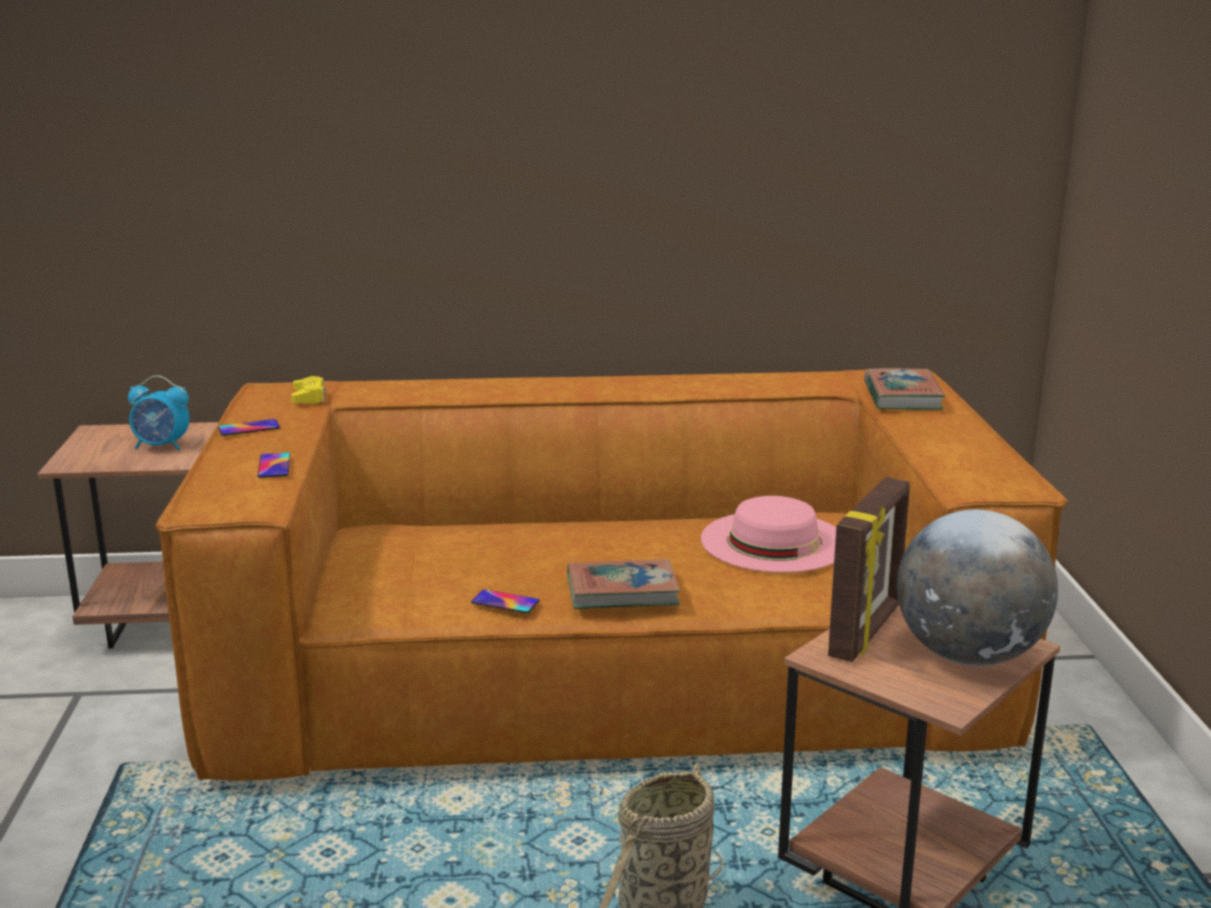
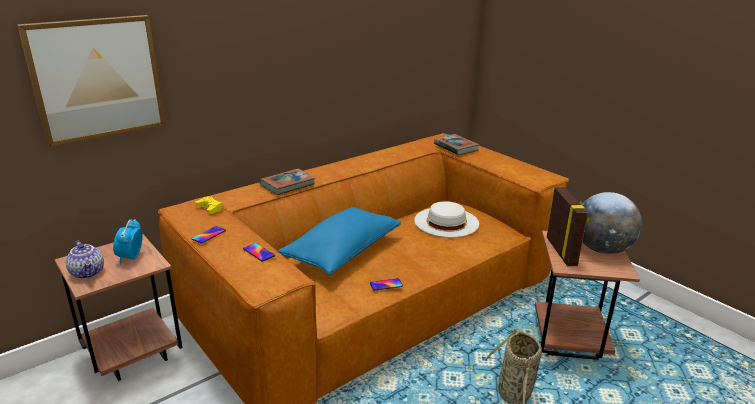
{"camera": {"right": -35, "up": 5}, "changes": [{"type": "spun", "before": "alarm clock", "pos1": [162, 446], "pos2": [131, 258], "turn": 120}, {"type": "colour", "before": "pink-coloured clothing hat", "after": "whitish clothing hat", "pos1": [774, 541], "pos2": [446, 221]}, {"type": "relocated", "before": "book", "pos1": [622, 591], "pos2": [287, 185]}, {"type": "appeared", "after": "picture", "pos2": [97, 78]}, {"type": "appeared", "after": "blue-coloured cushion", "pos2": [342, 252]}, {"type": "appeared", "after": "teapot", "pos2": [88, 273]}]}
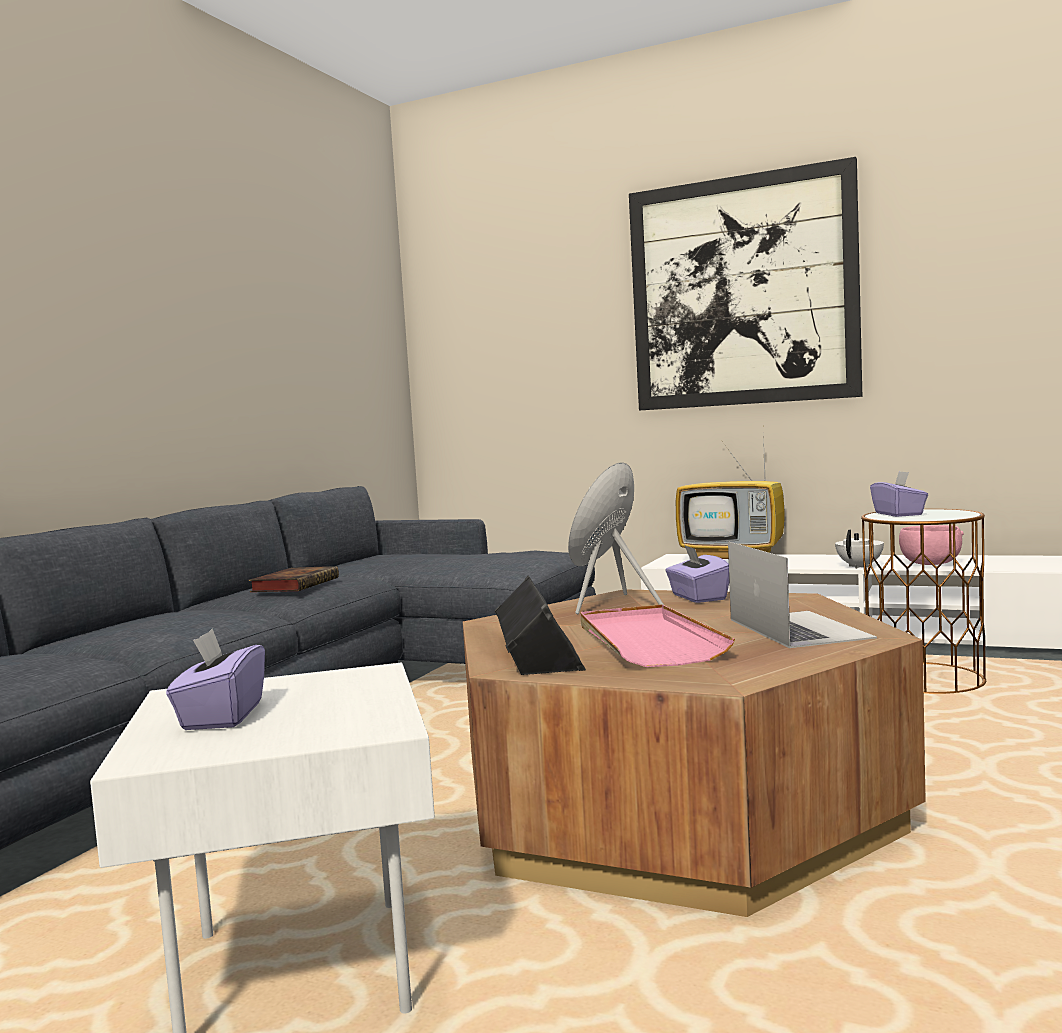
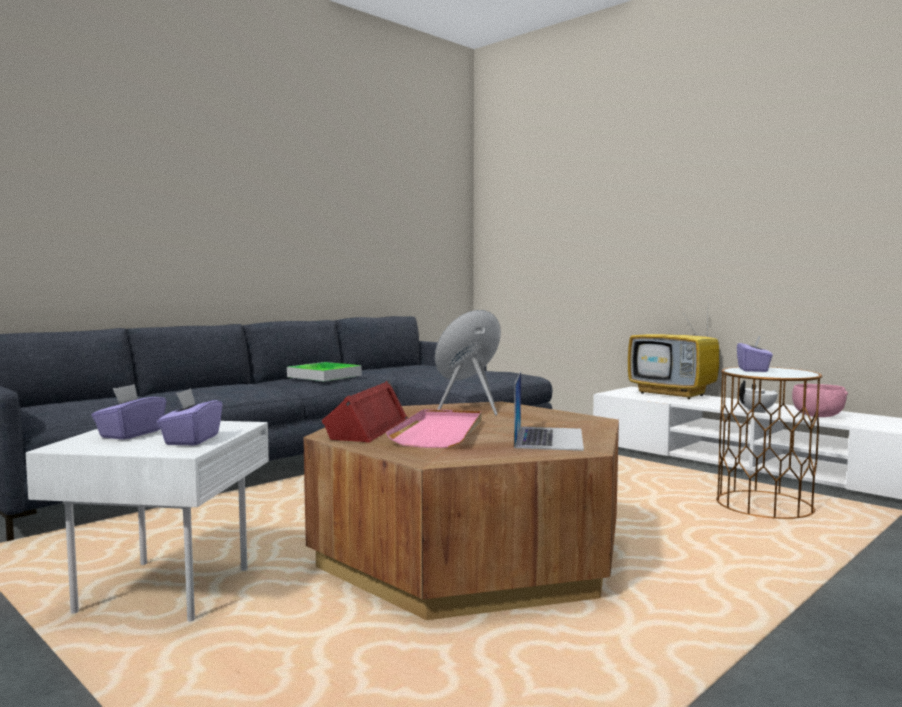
{"camera": {"right": 20, "up": 0}, "changes": [{"type": "missing", "before": "picture", "pos1": [742, 292]}, {"type": "relocated", "before": "purple-coloured tissue holder", "pos1": [698, 597], "pos2": [191, 440]}, {"type": "exchanged", "before": "book", "after": "tray", "pos1": [296, 585], "pos2": [324, 376]}, {"type": "colour", "before": "blackish loudspeaker", "after": "red-coloured loudspeaker", "pos1": [534, 651], "pos2": [366, 428]}]}
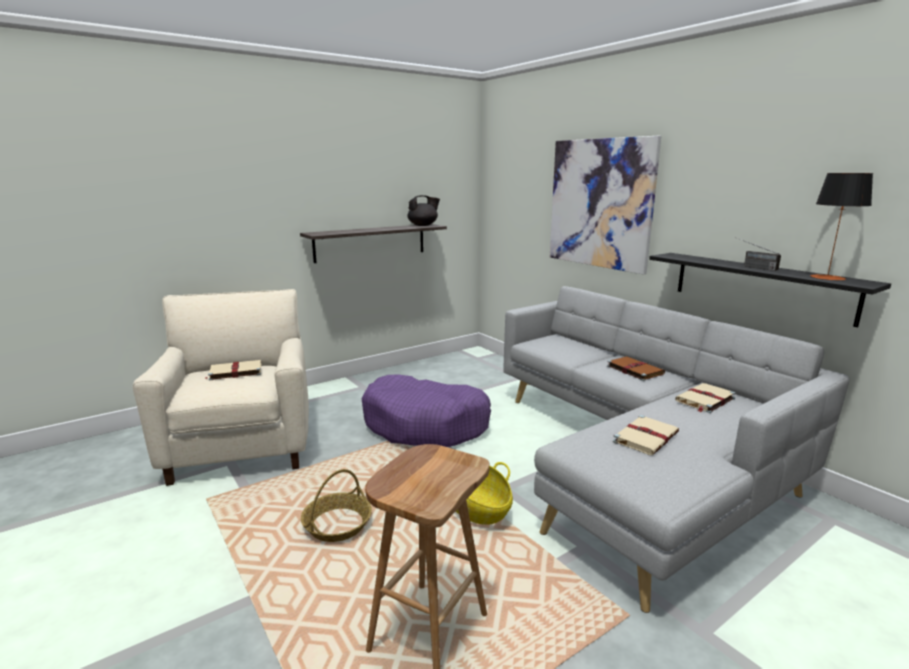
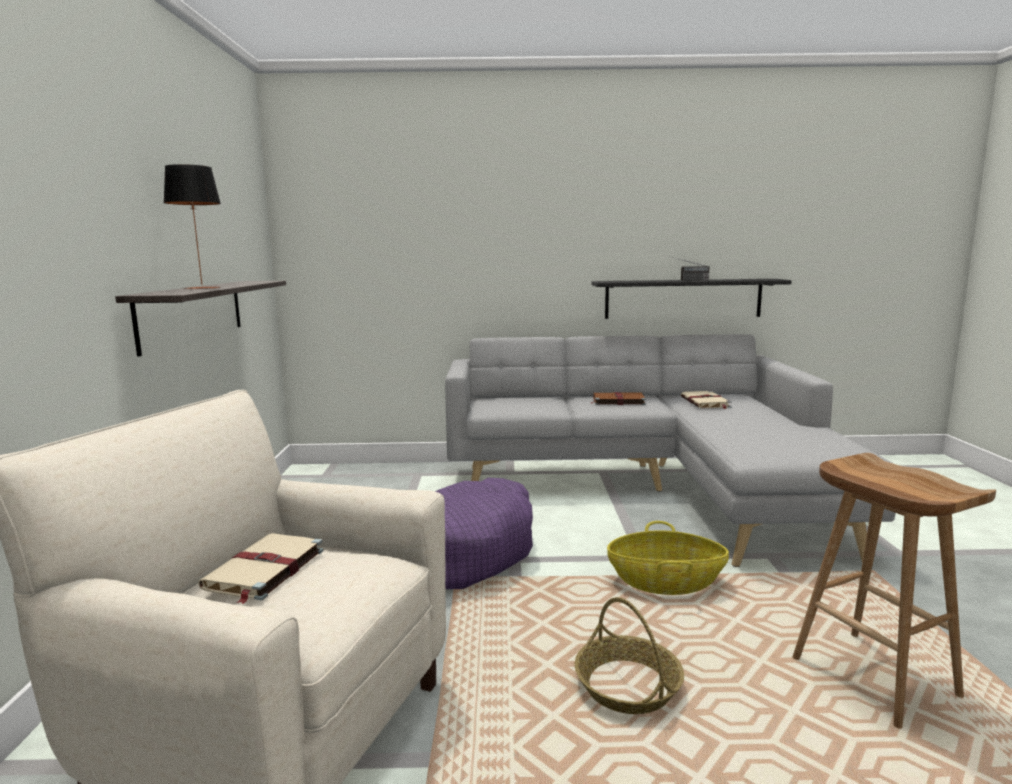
{"camera": {"right": -55, "up": -5}, "changes": [{"type": "missing", "before": "picture", "pos1": [600, 203]}, {"type": "relocated", "before": "tabletop lamp", "pos1": [827, 277], "pos2": [202, 288]}, {"type": "missing", "before": "blackish teapot", "pos1": [423, 225]}, {"type": "missing", "before": "beige-coloured book", "pos1": [646, 437]}]}
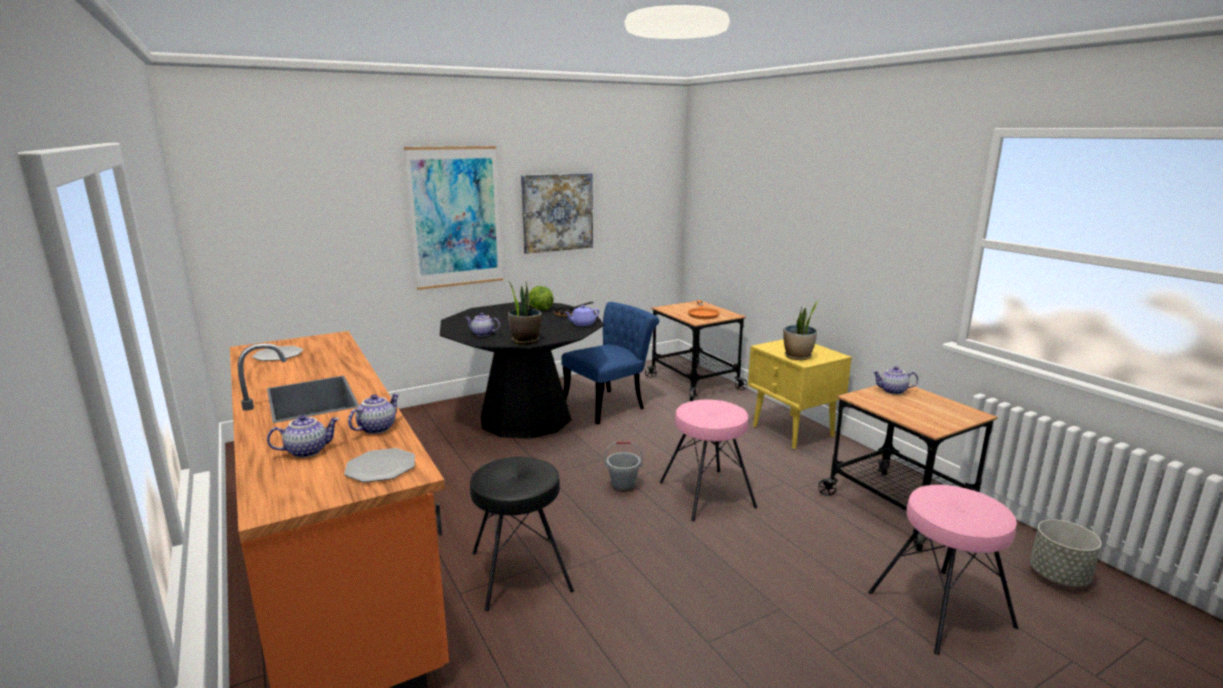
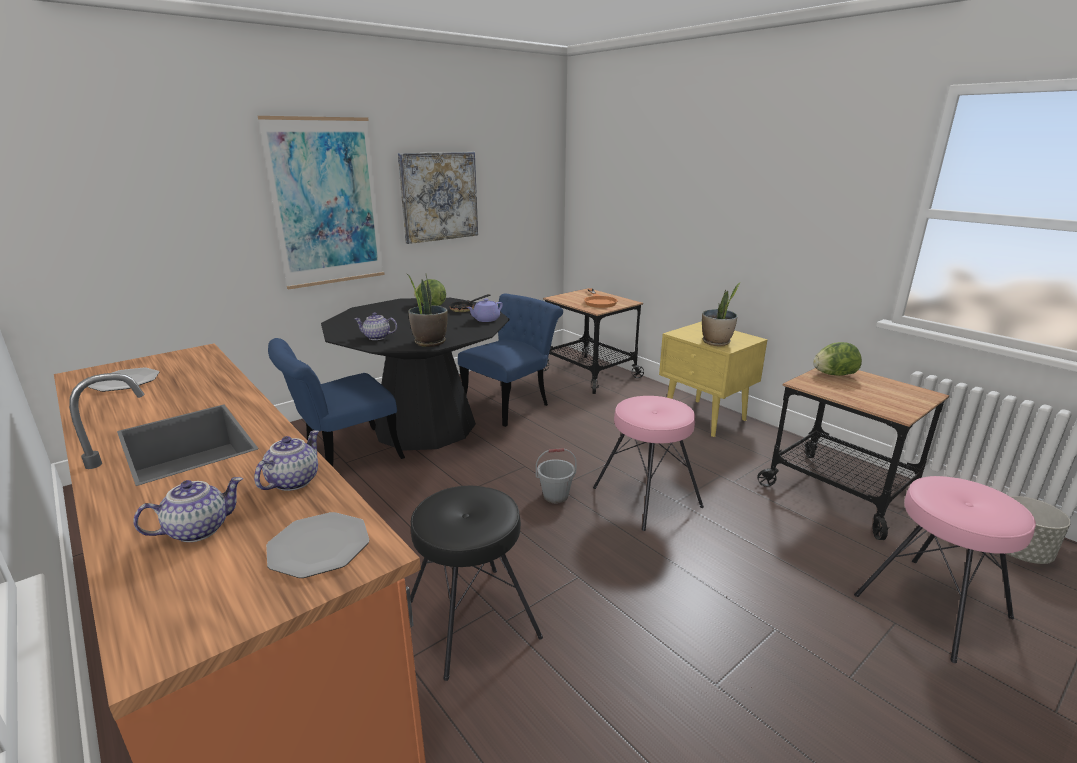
{"camera": {"right": -10, "up": 5}, "changes": [{"type": "exchanged", "before": "teapot", "after": "lettuce", "pos1": [893, 391], "pos2": [833, 374]}, {"type": "appeared", "after": "blue-coloured plain chair", "pos2": [342, 456]}]}
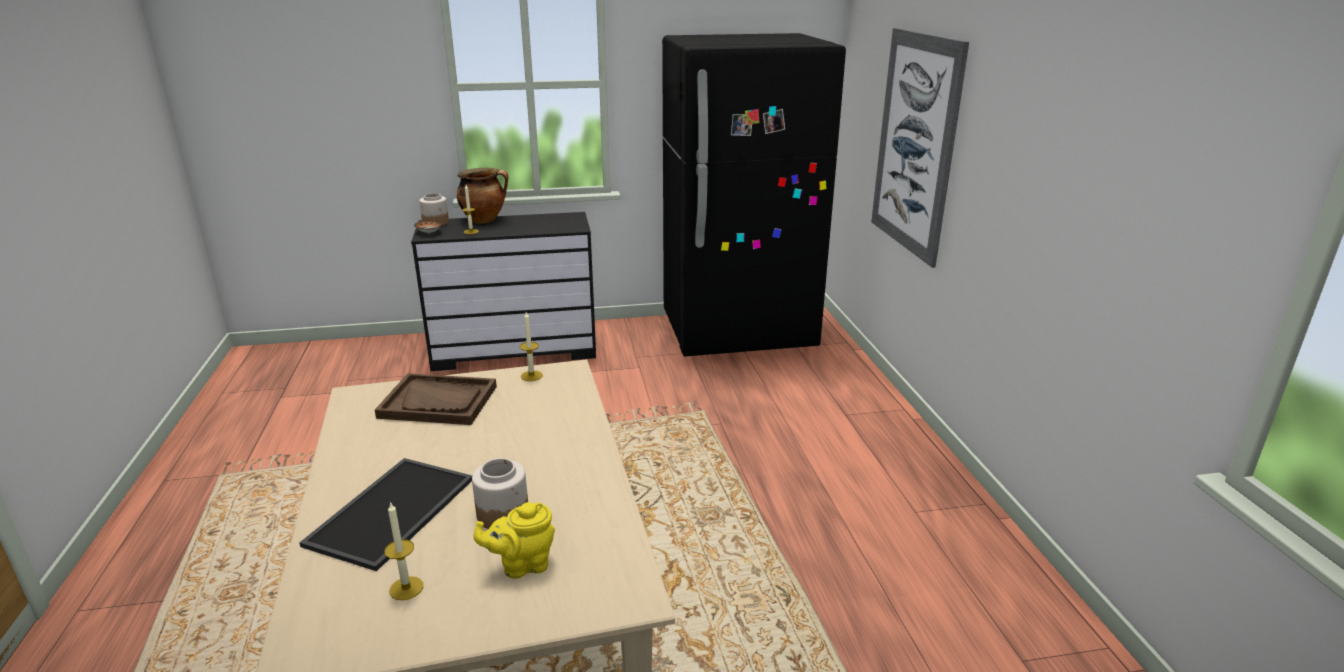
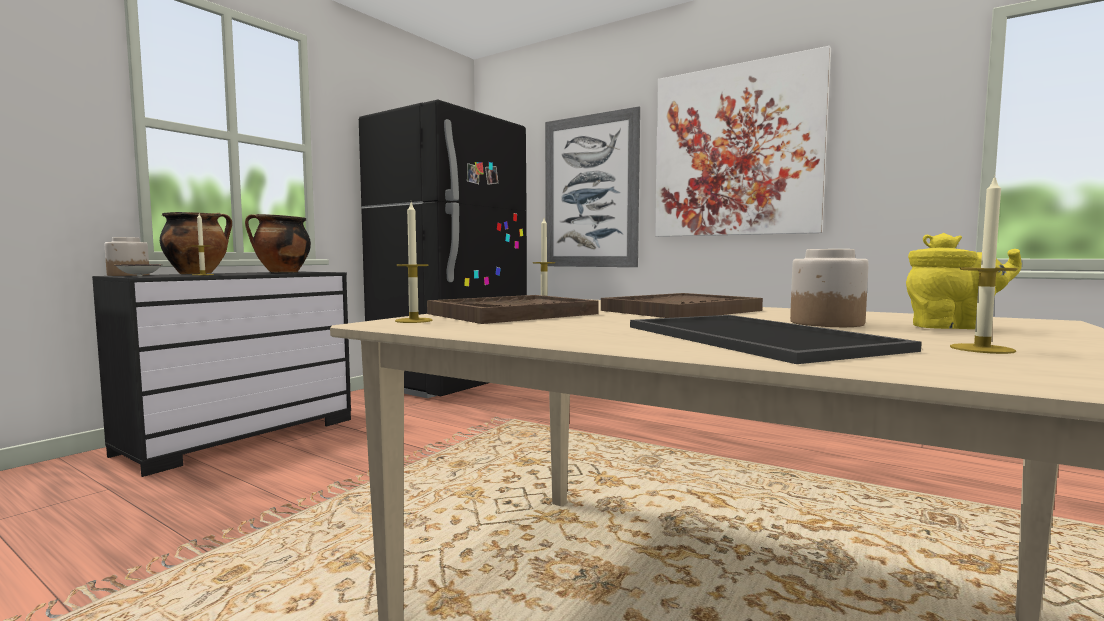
{"camera": {"right": -45, "up": -20}, "changes": [{"type": "spun", "before": "yellowish teapot", "pos1": [522, 565], "pos2": [953, 328], "turn": -105}, {"type": "appeared", "after": "picture", "pos2": [736, 151]}, {"type": "appeared", "after": "wax candle", "pos2": [413, 320]}, {"type": "appeared", "after": "cooking pot", "pos2": [281, 272]}, {"type": "appeared", "after": "brownish tray", "pos2": [681, 310]}]}
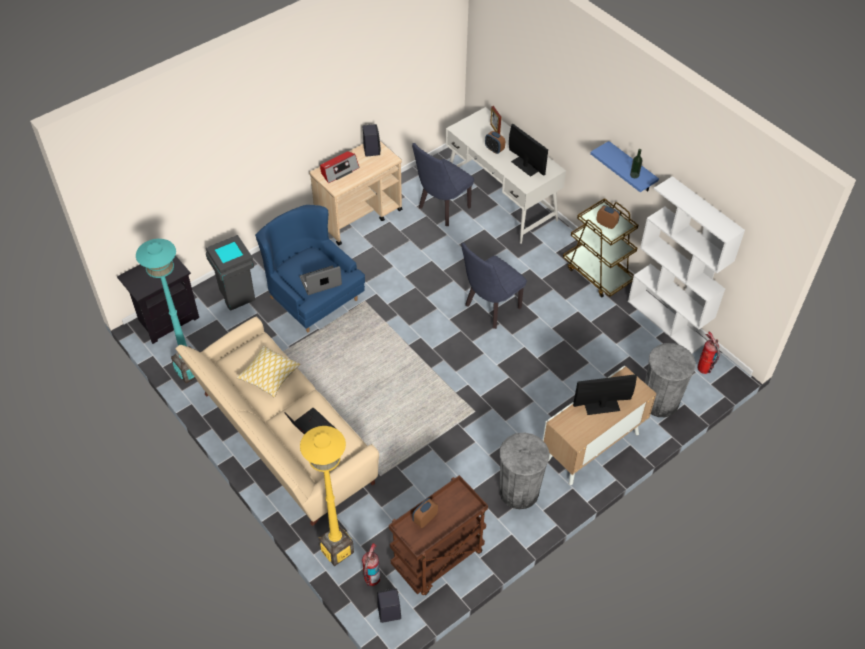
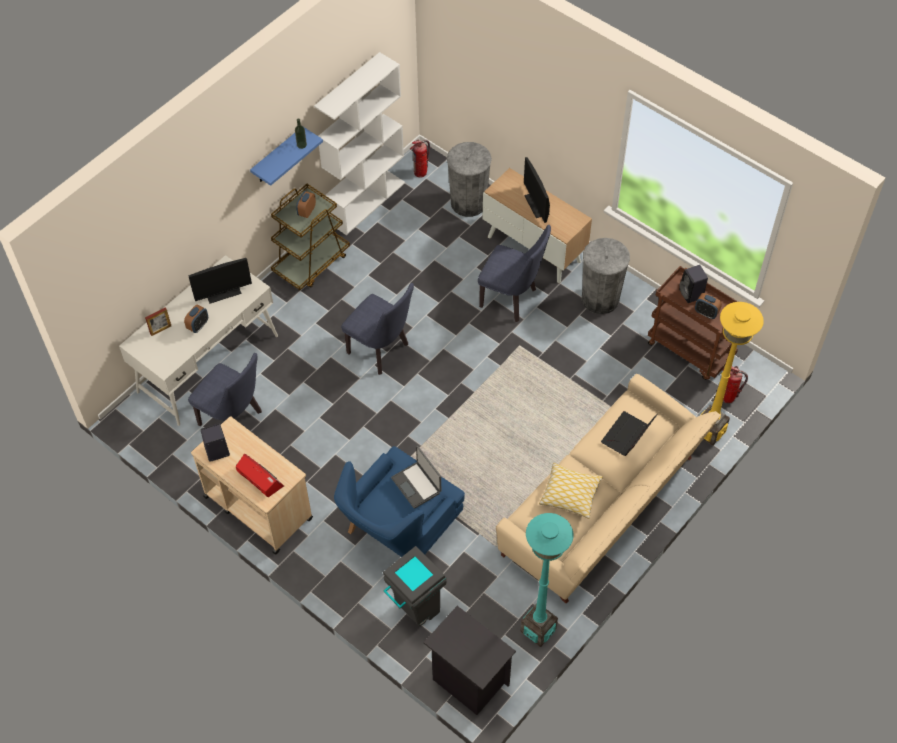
{"camera": {"right": -100, "up": 5}, "changes": [{"type": "spun", "before": "monitor", "pos1": [525, 166], "pos2": [223, 293], "turn": -150}, {"type": "relocated", "before": "blackish loudspeaker", "pos1": [388, 612], "pos2": [691, 294]}, {"type": "appeared", "after": "blue-coloured plain chair", "pos2": [512, 300]}]}
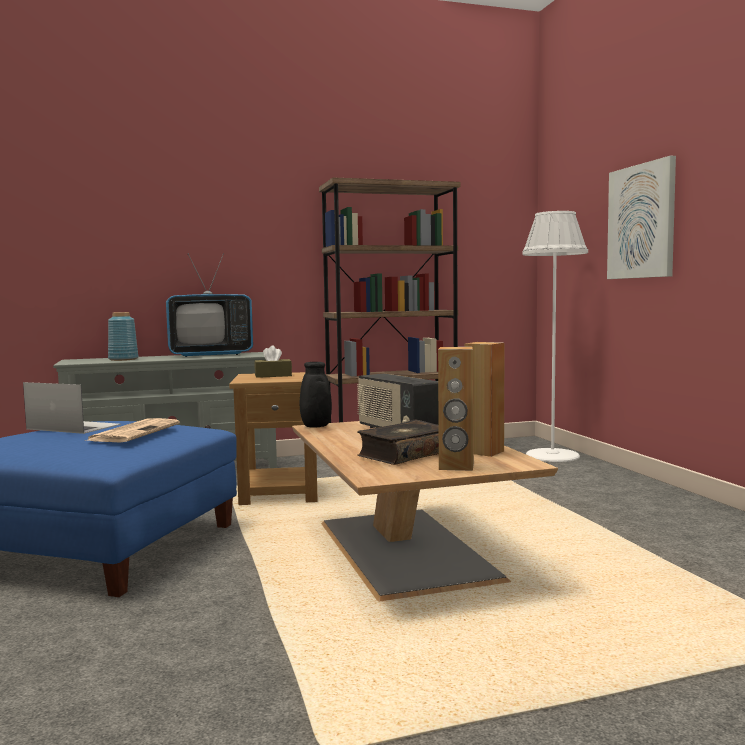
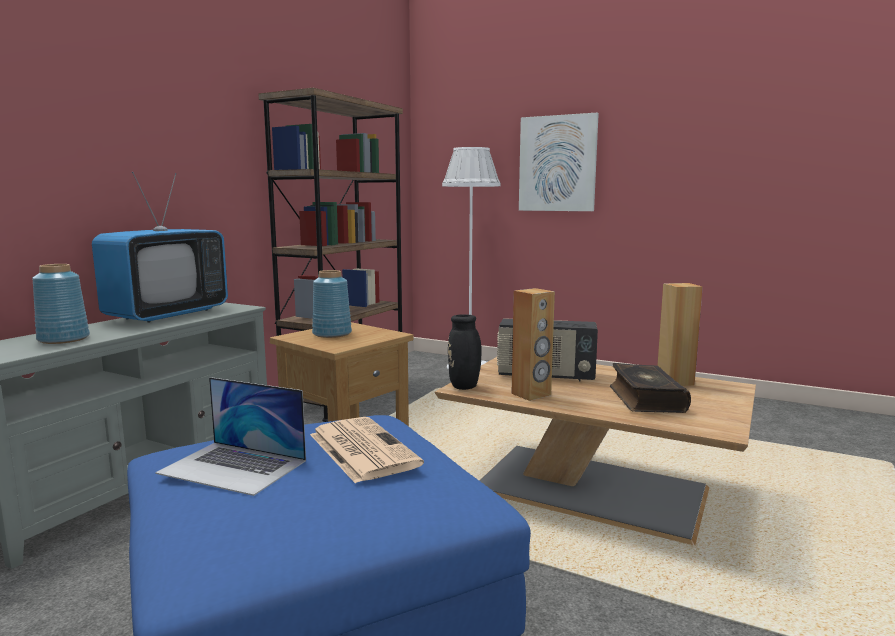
{"camera": {"right": -45, "up": 5}, "changes": [{"type": "exchanged", "before": "brownish tissue holder", "after": "blue-coloured vase", "pos1": [273, 375], "pos2": [332, 334]}, {"type": "relocated", "before": "brownish loudspeaker", "pos1": [456, 466], "pos2": [531, 394]}, {"type": "spun", "before": "portable computer", "pos1": [73, 427], "pos2": [233, 467], "turn": -135}]}
